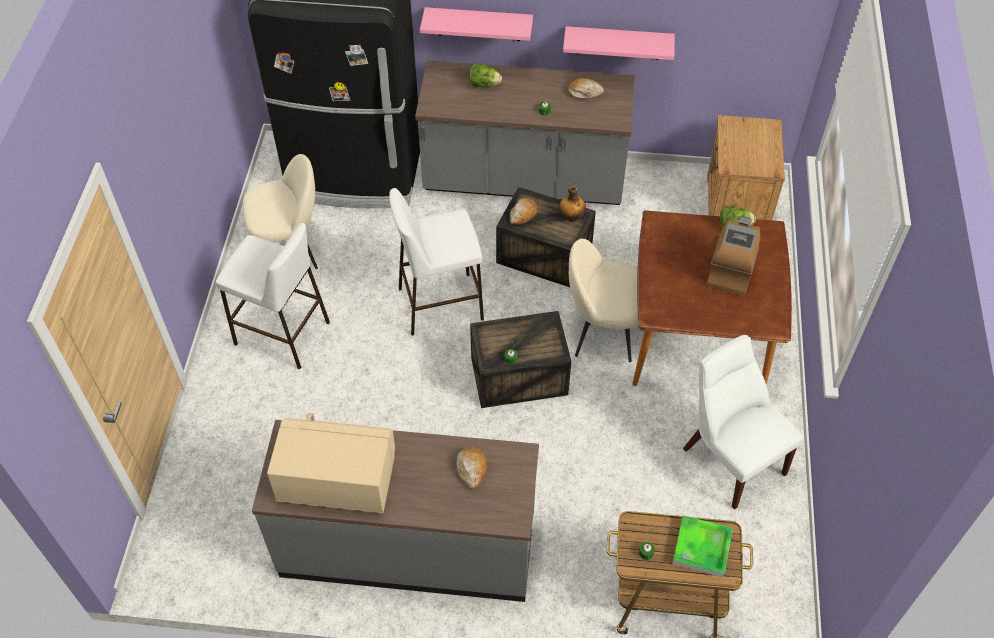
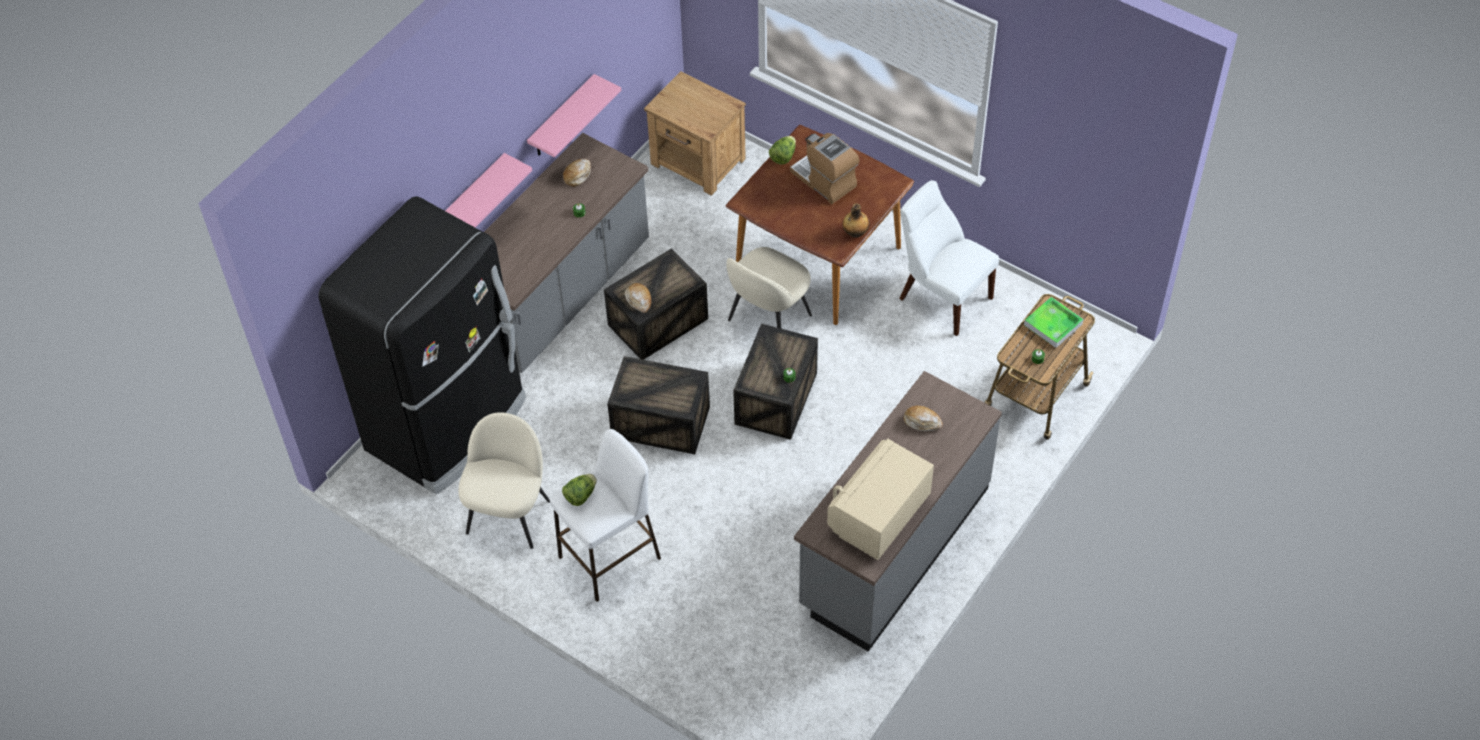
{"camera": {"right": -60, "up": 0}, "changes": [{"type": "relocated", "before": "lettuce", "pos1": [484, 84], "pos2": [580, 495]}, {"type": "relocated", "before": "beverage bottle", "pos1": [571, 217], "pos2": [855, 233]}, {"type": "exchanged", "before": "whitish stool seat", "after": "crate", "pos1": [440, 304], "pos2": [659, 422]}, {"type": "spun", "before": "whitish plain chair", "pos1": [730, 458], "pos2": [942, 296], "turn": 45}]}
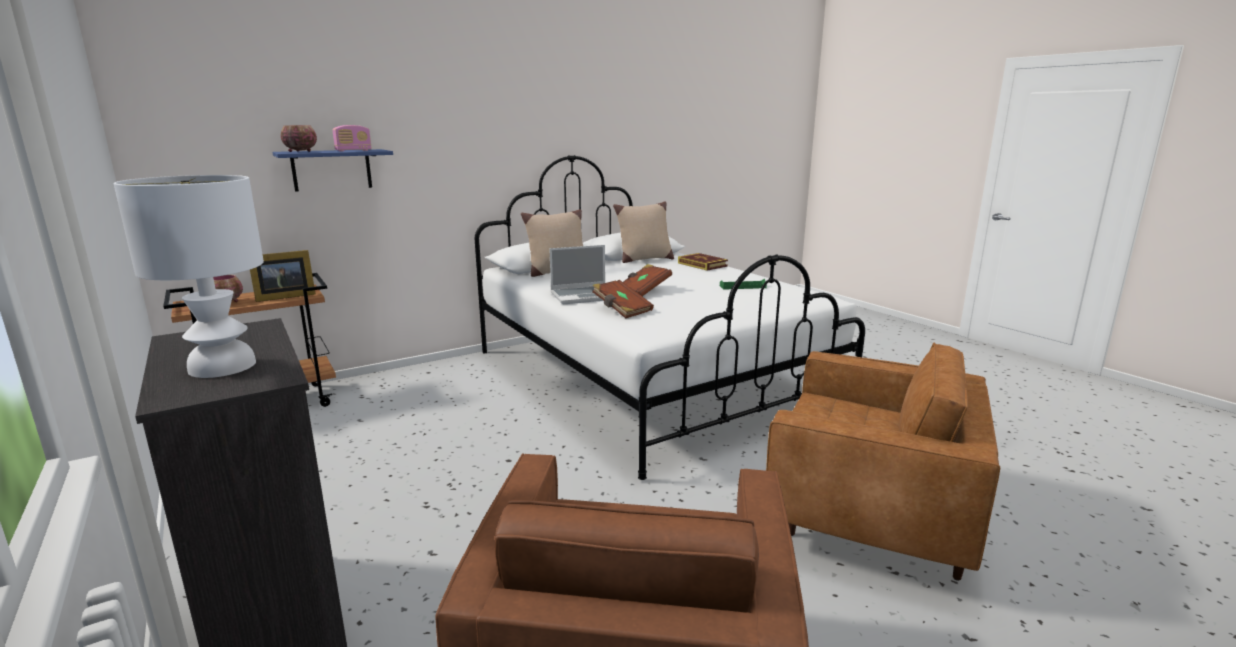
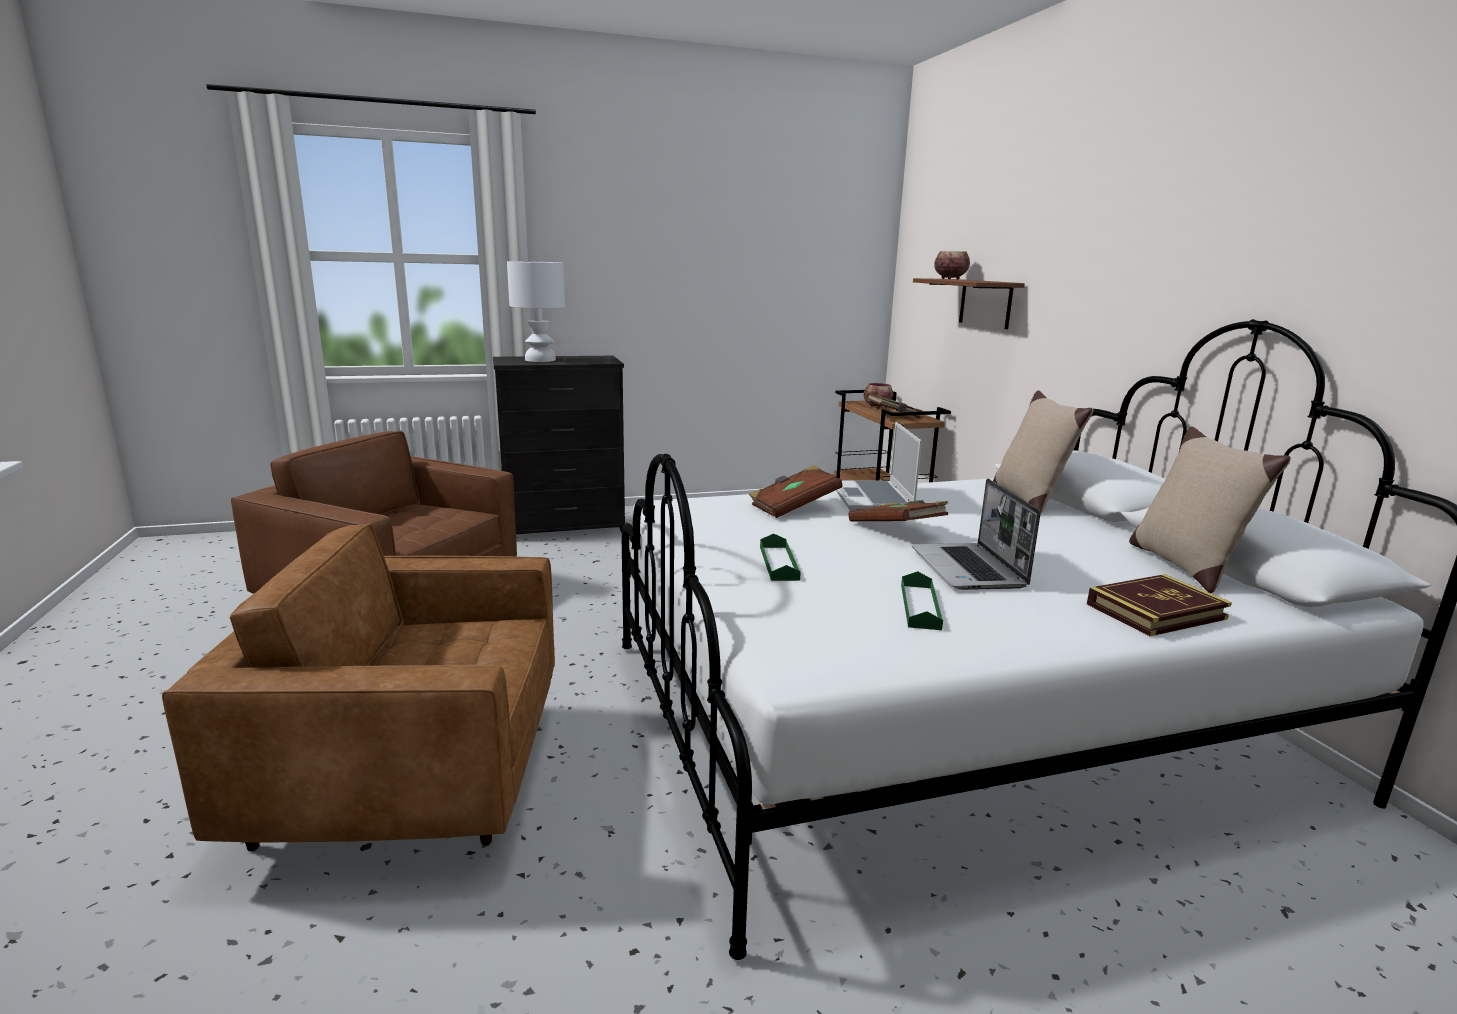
{"camera": {"right": 105, "up": 0}, "changes": [{"type": "missing", "before": "radio receiver", "pos1": [353, 150]}, {"type": "colour", "before": "blue-coloured bracket shelf", "after": "brownish bracket shelf", "pos1": [332, 170], "pos2": [985, 303]}, {"type": "exchanged", "before": "photo frame", "after": "brownish book", "pos1": [283, 296], "pos2": [893, 416]}, {"type": "spun", "before": "brownish lounge chair", "pos1": [869, 517], "pos2": [413, 781], "turn": 45}, {"type": "appeared", "after": "portable computer", "pos2": [969, 569]}, {"type": "appeared", "after": "greenish tray", "pos2": [778, 563]}]}
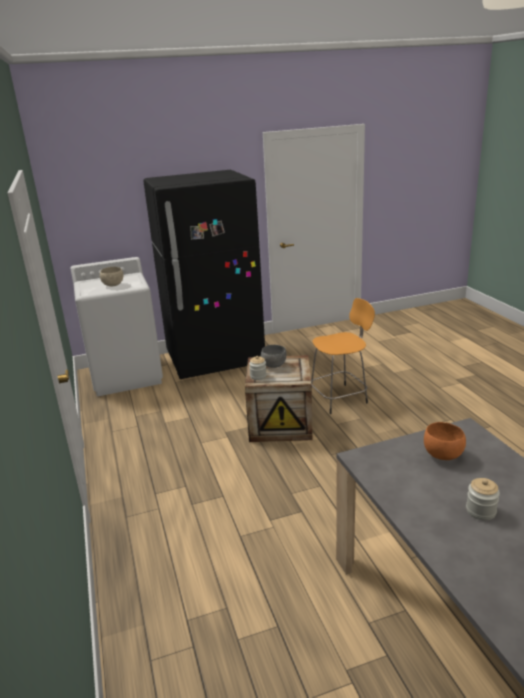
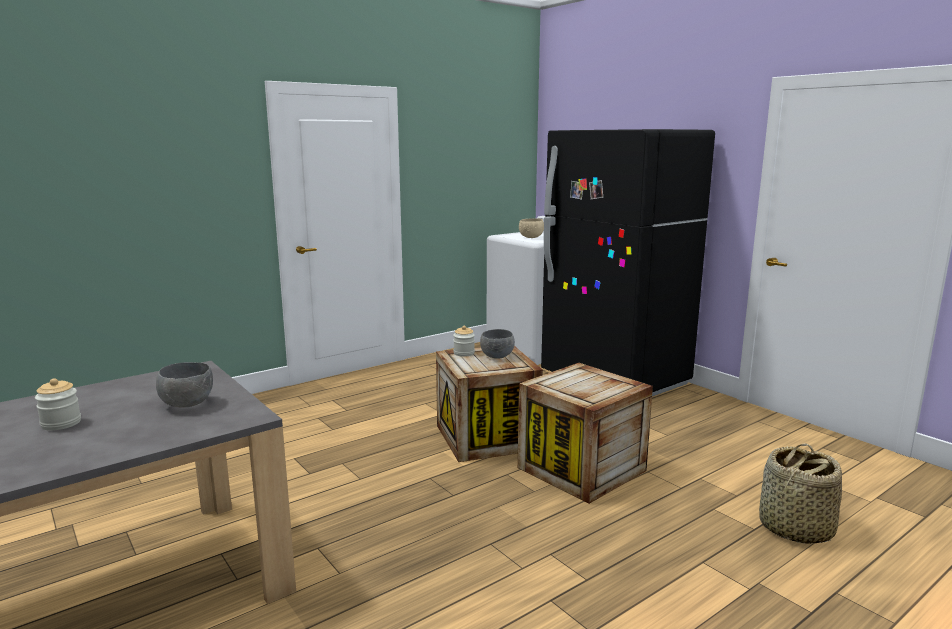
{"camera": {"right": 70, "up": -10}, "changes": [{"type": "exchanged", "before": "orange-coloured stool seat", "after": "crate", "pos1": [340, 398], "pos2": [581, 469]}, {"type": "colour", "before": "orange-coloured deep dish", "after": "greyish deep dish", "pos1": [442, 455], "pos2": [188, 404]}, {"type": "appeared", "after": "household basket", "pos2": [794, 528]}]}
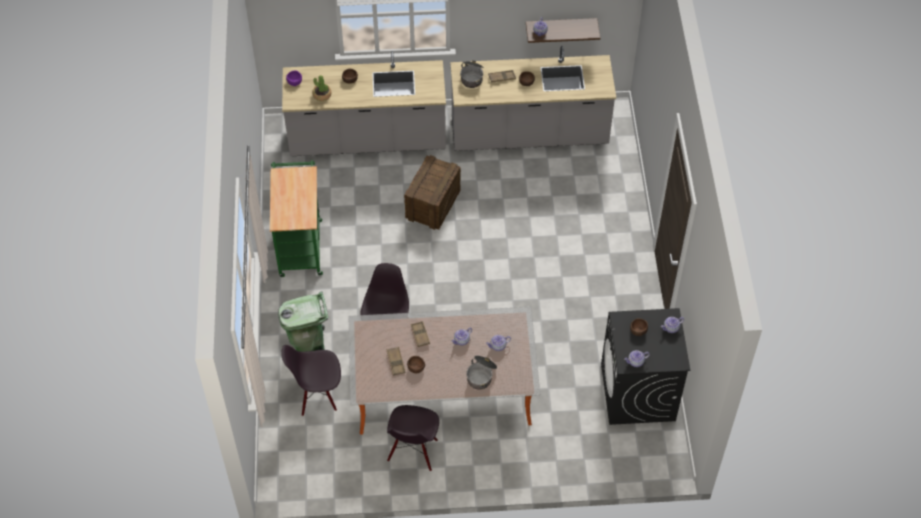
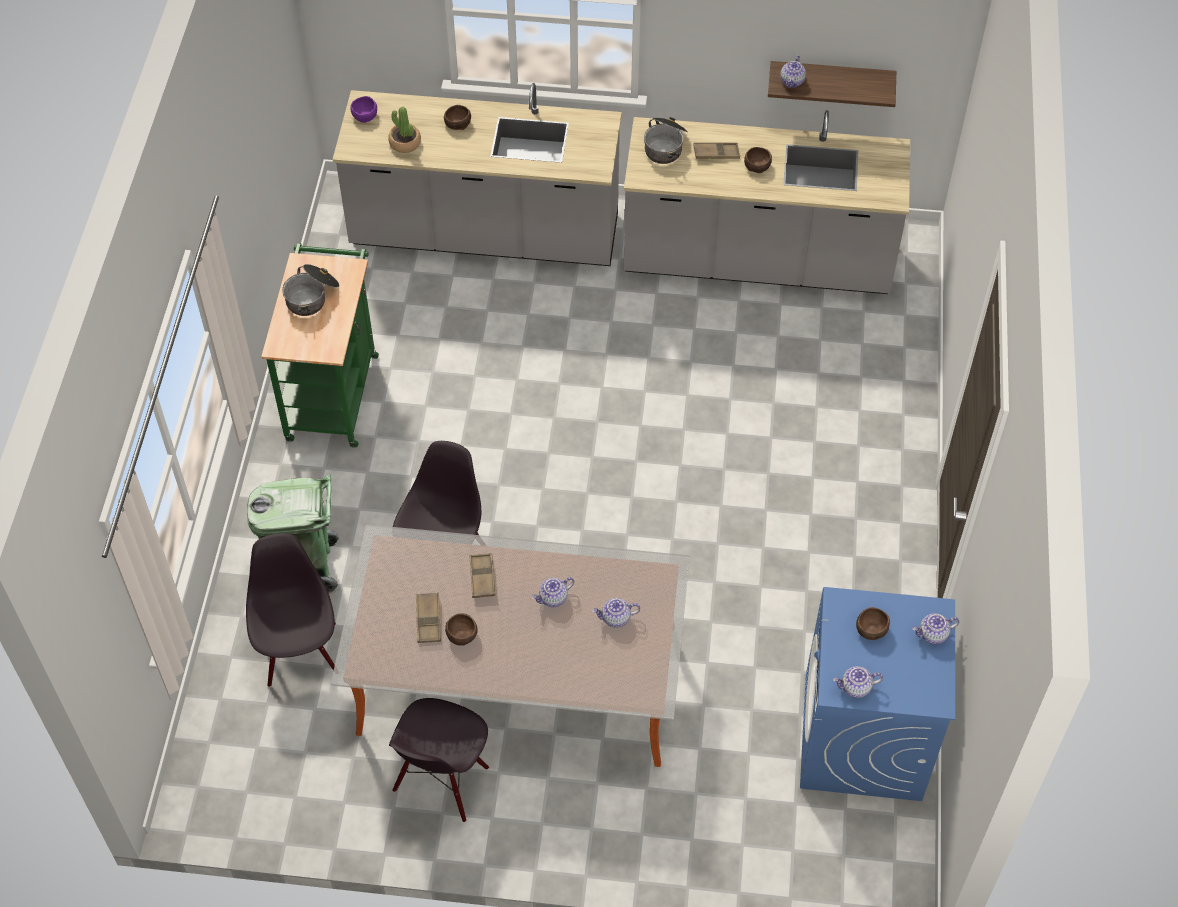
{"camera": {"right": 10, "up": 0}, "changes": [{"type": "missing", "before": "crate", "pos1": [433, 205]}, {"type": "colour", "before": "blackish laundry appliance", "after": "blue-coloured laundry appliance", "pos1": [638, 392], "pos2": [863, 738]}, {"type": "spun", "before": "blackish plain chair", "pos1": [317, 395], "pos2": [300, 654], "turn": 75}, {"type": "relocated", "before": "cooking pot", "pos1": [481, 375], "pos2": [312, 296]}]}
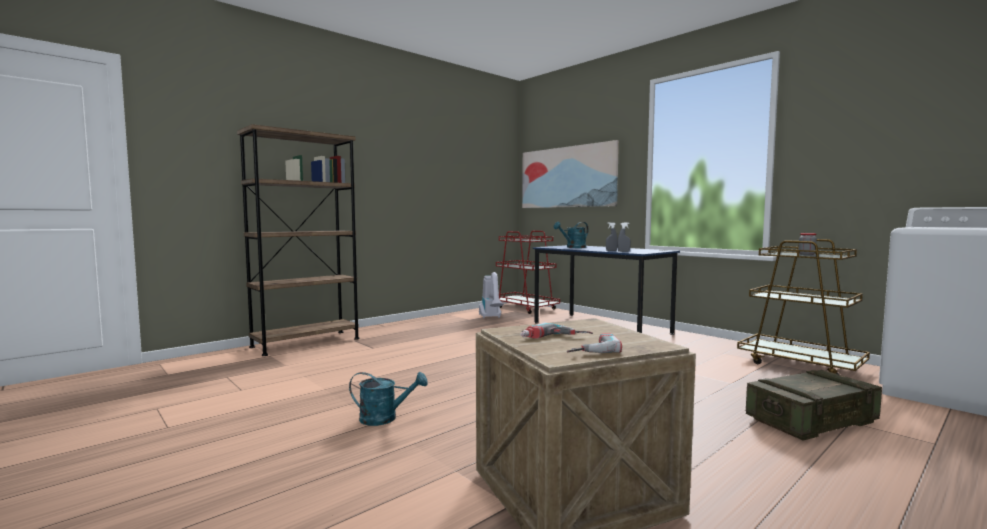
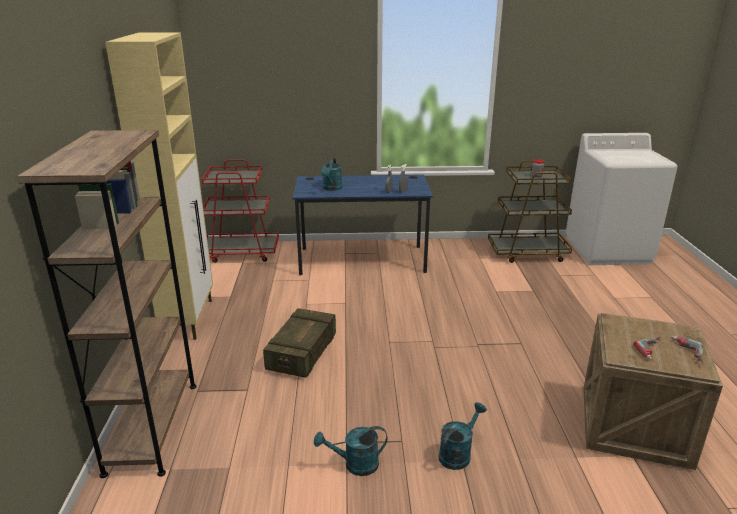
{"camera": {"right": -50, "up": 20}, "changes": [{"type": "missing", "before": "picture", "pos1": [566, 177]}, {"type": "missing", "before": "hoover", "pos1": [491, 318]}, {"type": "relocated", "before": "crate", "pos1": [811, 421], "pos2": [302, 353]}, {"type": "appeared", "after": "beige-coloured cabinet", "pos2": [189, 318]}, {"type": "appeared", "after": "blue-green watering pot", "pos2": [355, 465]}]}
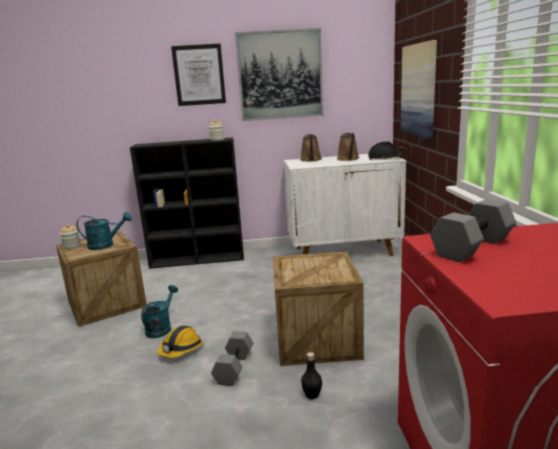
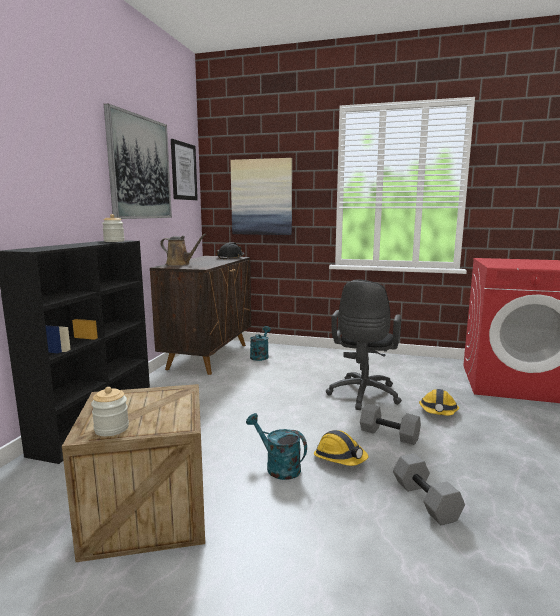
{"camera": {"right": -70, "up": -5}, "changes": [{"type": "relocated", "before": "picture", "pos1": [199, 75], "pos2": [183, 171]}, {"type": "missing", "before": "brownish watering pot", "pos1": [348, 159]}, {"type": "colour", "before": "whitish cabinet", "after": "brownish cabinet", "pos1": [344, 251], "pos2": [209, 356]}, {"type": "relocated", "before": "greyish free weight", "pos1": [473, 248], "pos2": [427, 501]}, {"type": "relocated", "before": "blue-green watering pot", "pos1": [106, 245], "pos2": [260, 356]}, {"type": "exchanged", "before": "crate", "after": "blackish office chair", "pos1": [316, 339], "pos2": [363, 396]}, {"type": "exchanged", "before": "blackish beverage bottle", "after": "hard hat", "pos1": [312, 394], "pos2": [438, 411]}]}
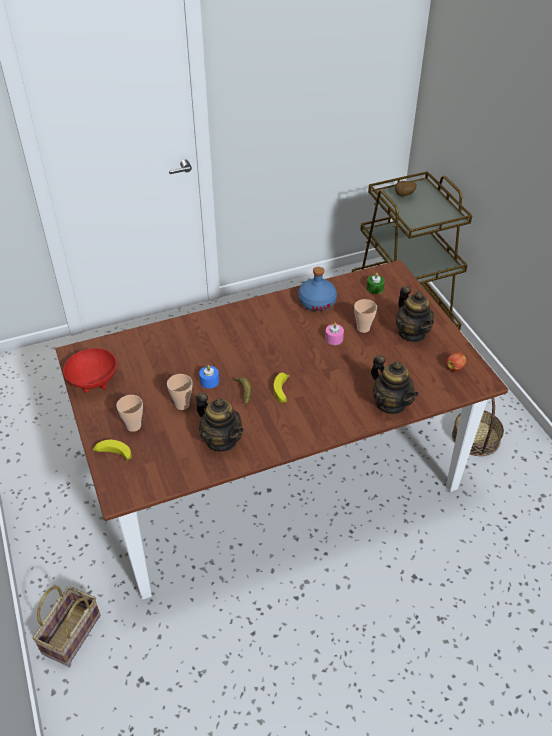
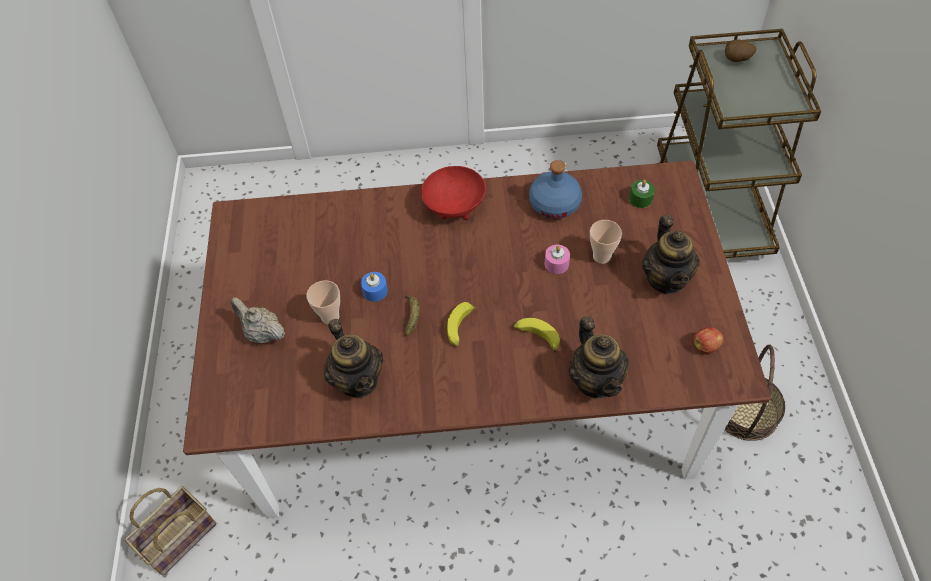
{"camera": {"right": 20, "up": 10}, "changes": [{"type": "relocated", "before": "red-coloured deep dish", "pos1": [94, 381], "pos2": [455, 206]}, {"type": "exchanged", "before": "cup", "after": "beige-coloured teapot", "pos1": [133, 426], "pos2": [262, 333]}, {"type": "relocated", "before": "banana fruit", "pos1": [113, 454], "pos2": [536, 337]}]}
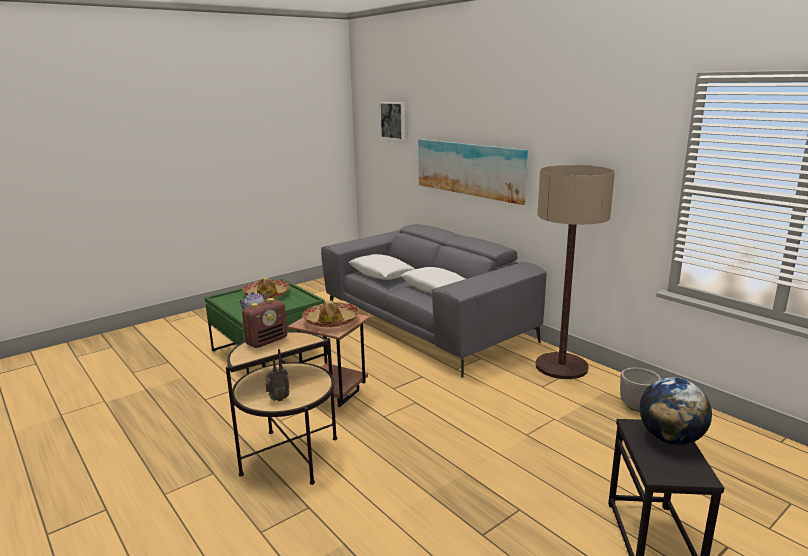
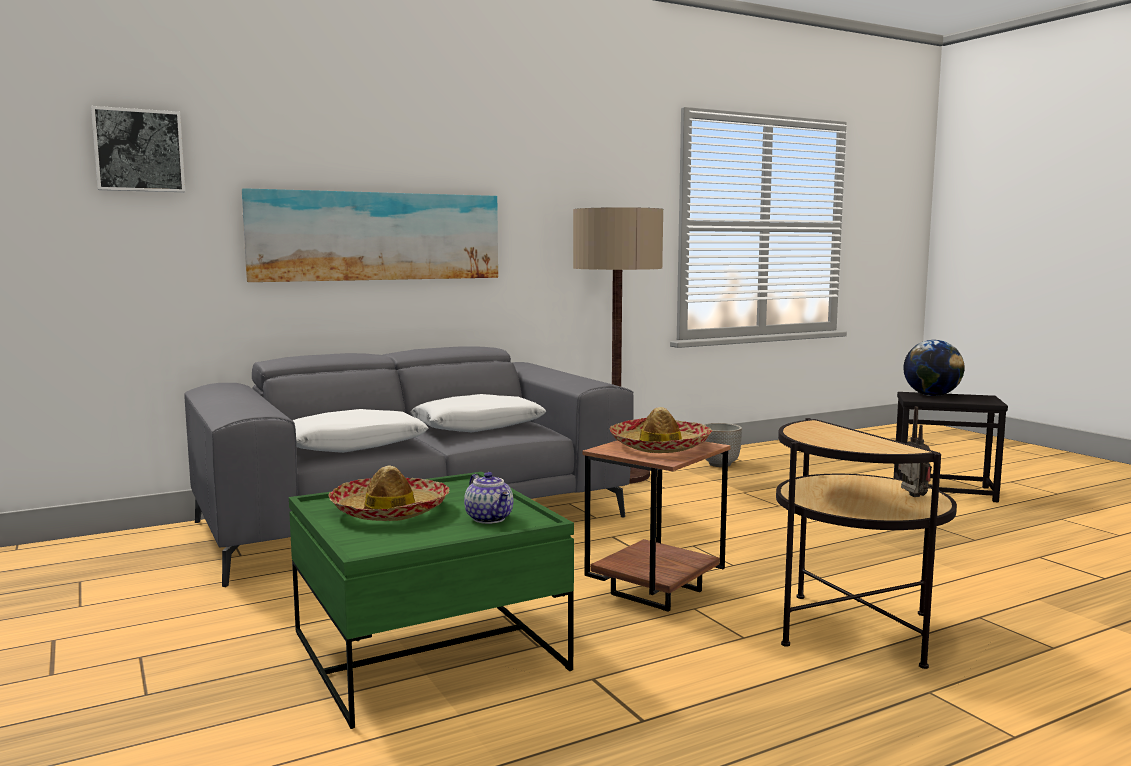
{"camera": {"right": -80, "up": -10}, "changes": [{"type": "missing", "before": "radio receiver", "pos1": [267, 341]}]}
